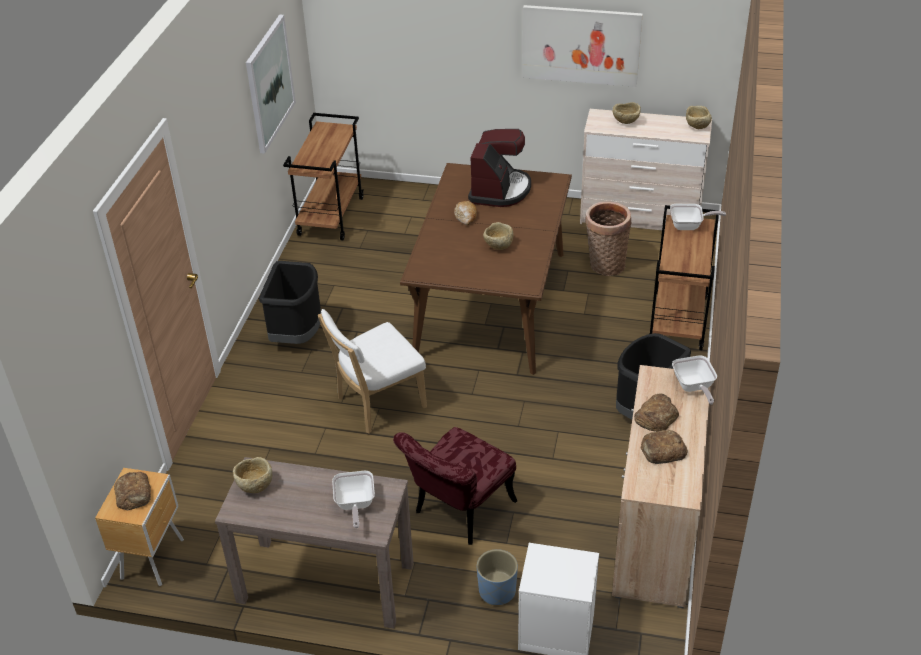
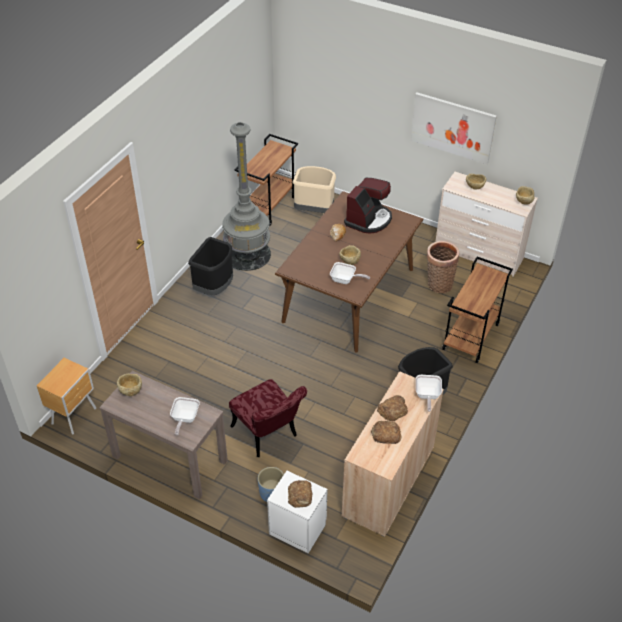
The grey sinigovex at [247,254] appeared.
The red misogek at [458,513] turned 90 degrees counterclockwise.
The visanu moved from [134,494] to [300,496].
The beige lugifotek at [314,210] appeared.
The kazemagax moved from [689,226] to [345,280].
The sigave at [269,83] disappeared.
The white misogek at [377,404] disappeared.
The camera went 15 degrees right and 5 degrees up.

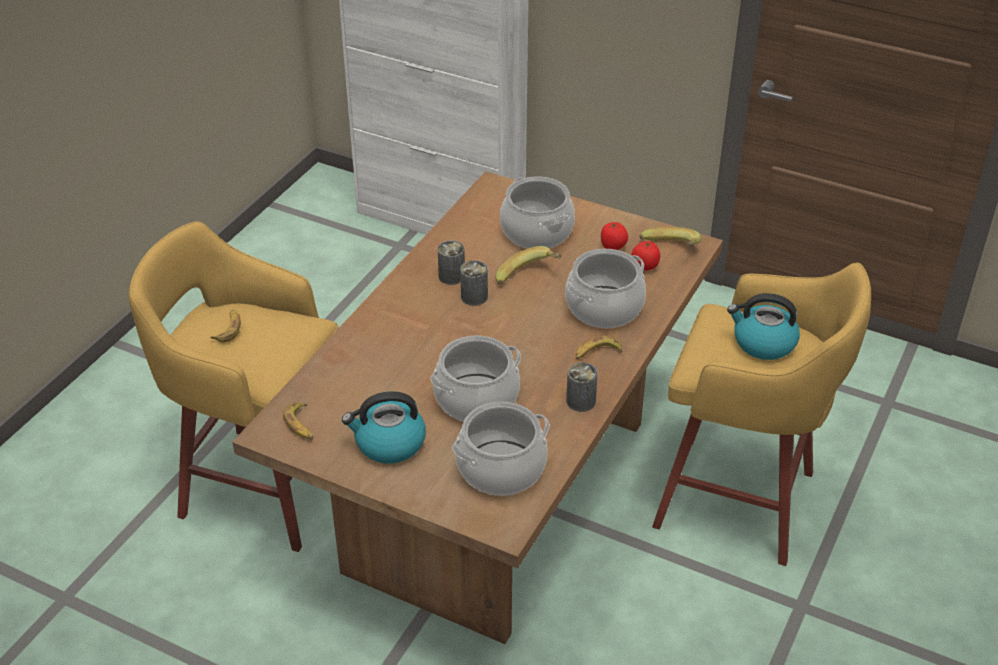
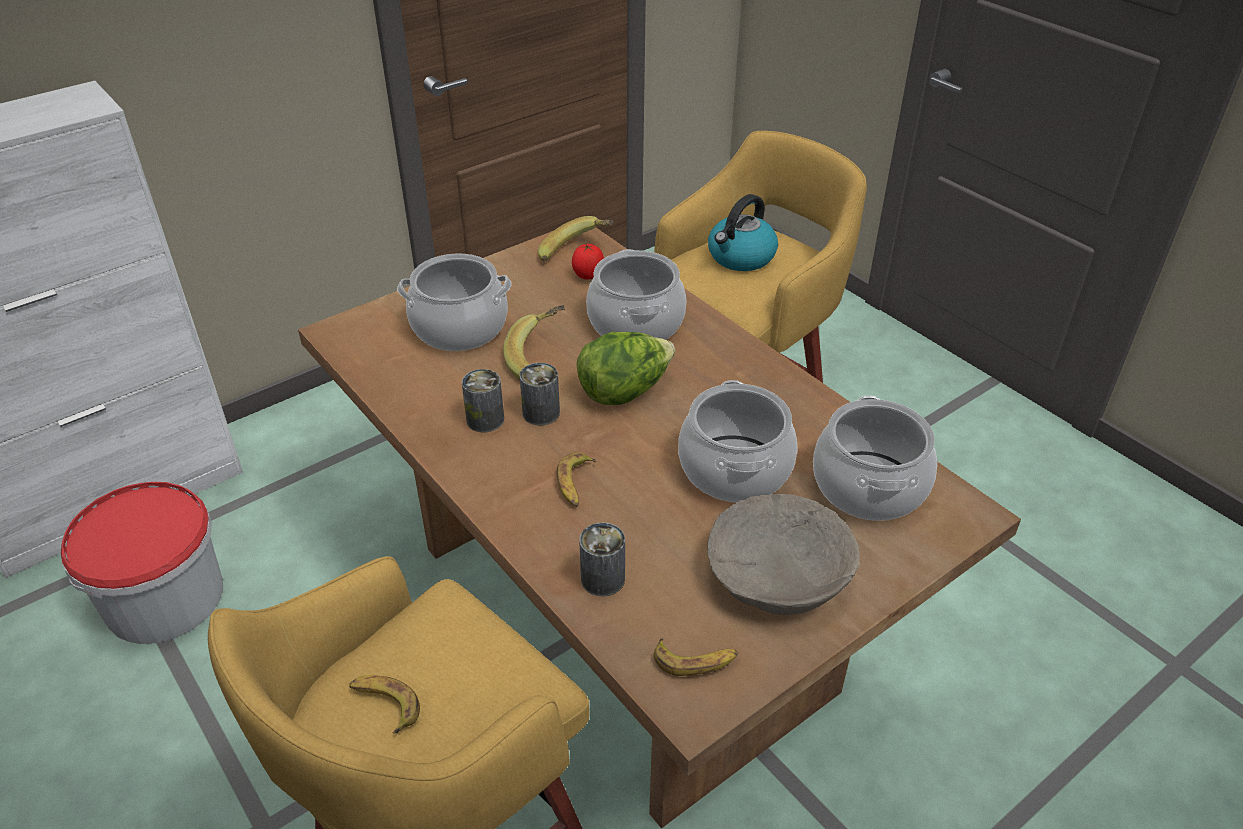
The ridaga at [165,597] appeared.
The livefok moved from [597,353] to [575,484].
The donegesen at [624,391] appeared.
The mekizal moved from [580,401] to [603,579].
The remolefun at [389,444] was replaced by the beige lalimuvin at [779,575].
The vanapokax at [613,247] disappeared.
The camera went 65 degrees left and 0 degrees up.

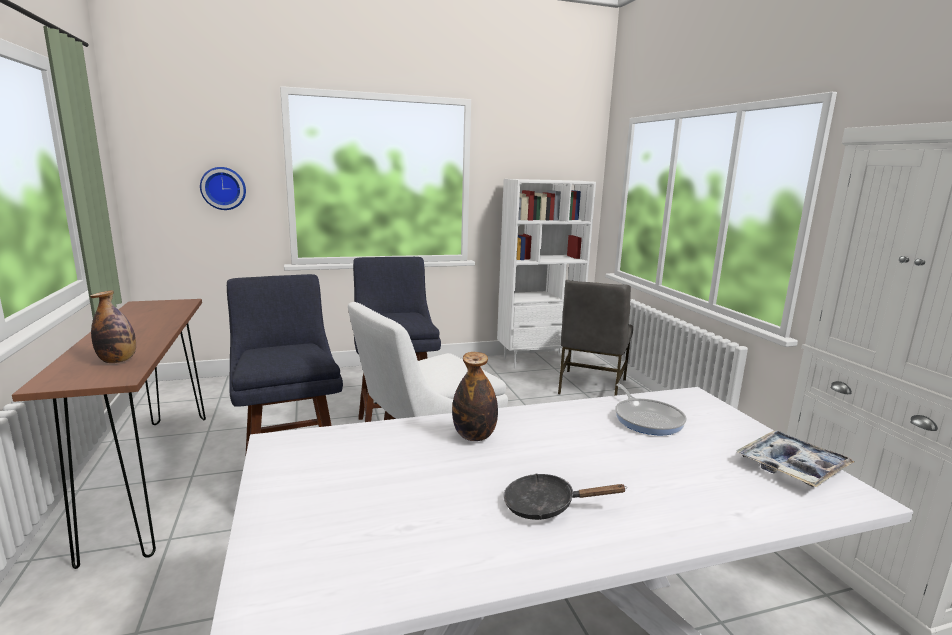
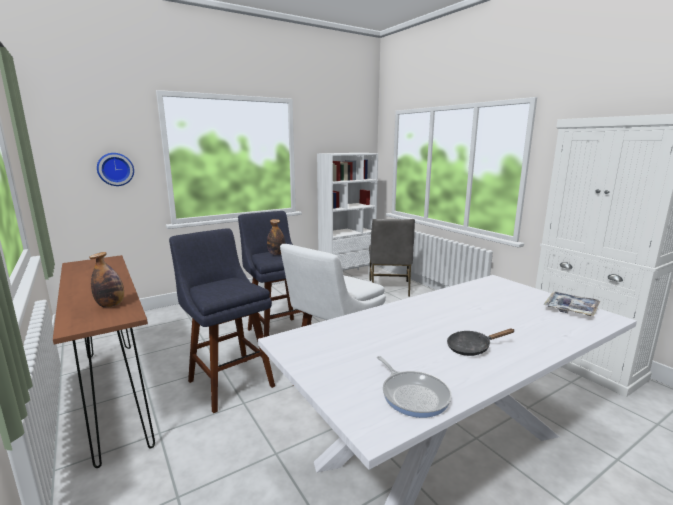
The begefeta moved from [474,436] to [276,254].
The kazemagax moved from [647,419] to [413,395].
The camera went 15 degrees left and 0 degrees up.

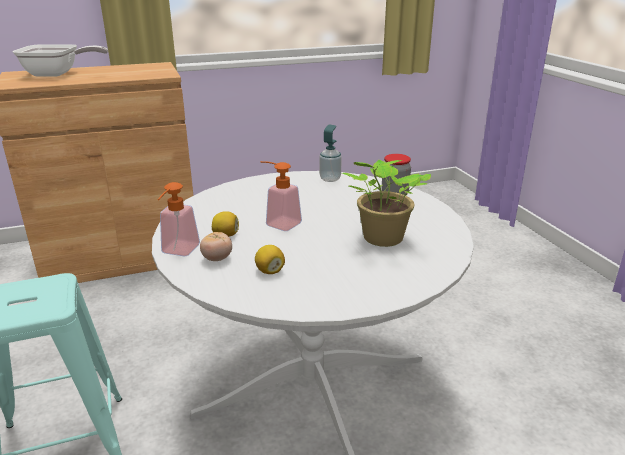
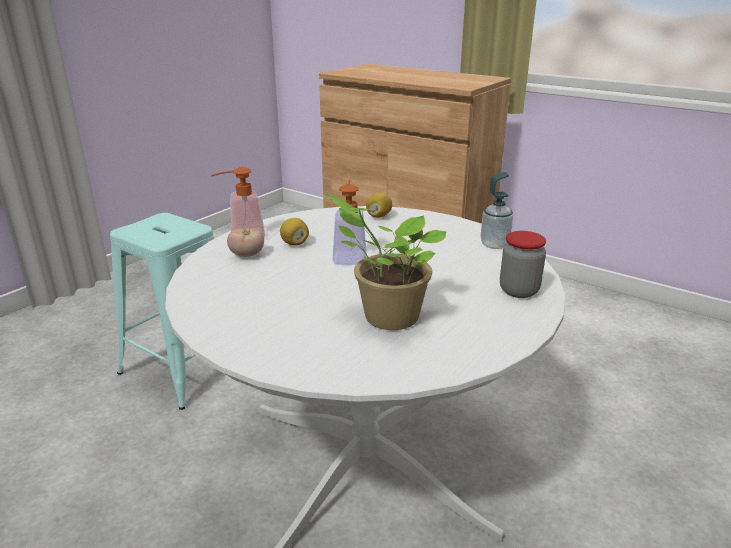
The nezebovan moved from [269,271] to [379,216].
The kazemagax at [57,74] disappeared.
The camera went 55 degrees right and 0 degrees up.

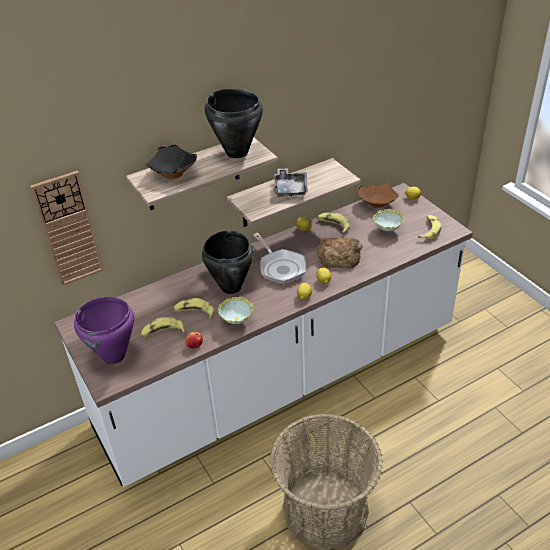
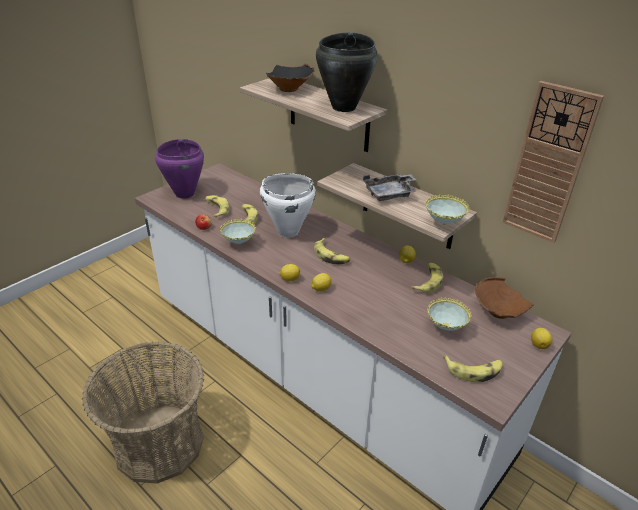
The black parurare at [230,287] became the white parurare at [287,231].
The kazemagax at [280,267] was replaced by the livefok at [331,256].
The lalimuvin at [443,225] appeared.
The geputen moved from [69,229] to [548,165].
The visanu at [339,256] disappeared.
The camera went 70 degrees right and 5 degrees down.

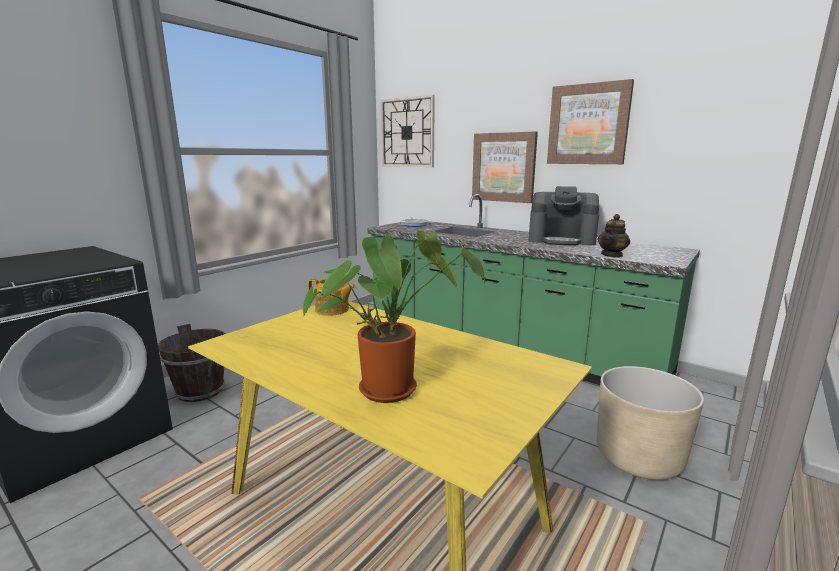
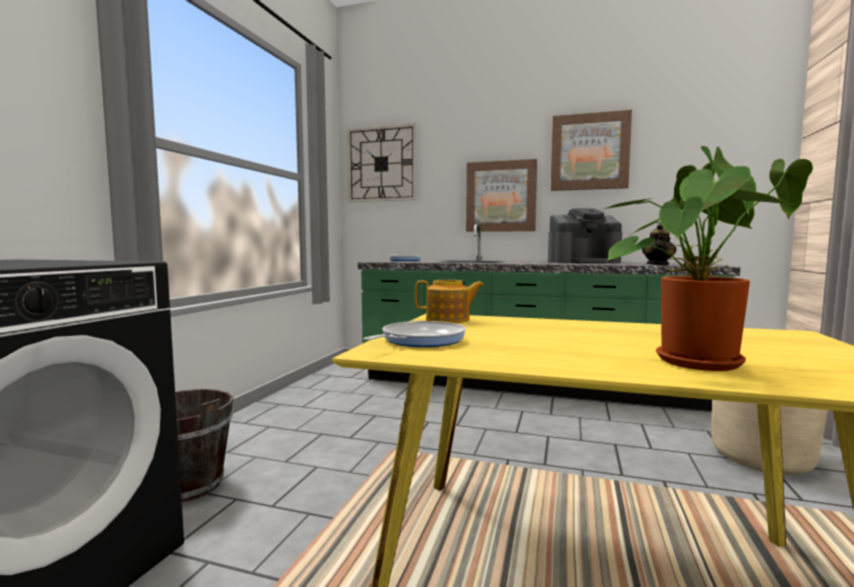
The kazemagax at [419,340] appeared.
The camera went 20 degrees left and 10 degrees down.

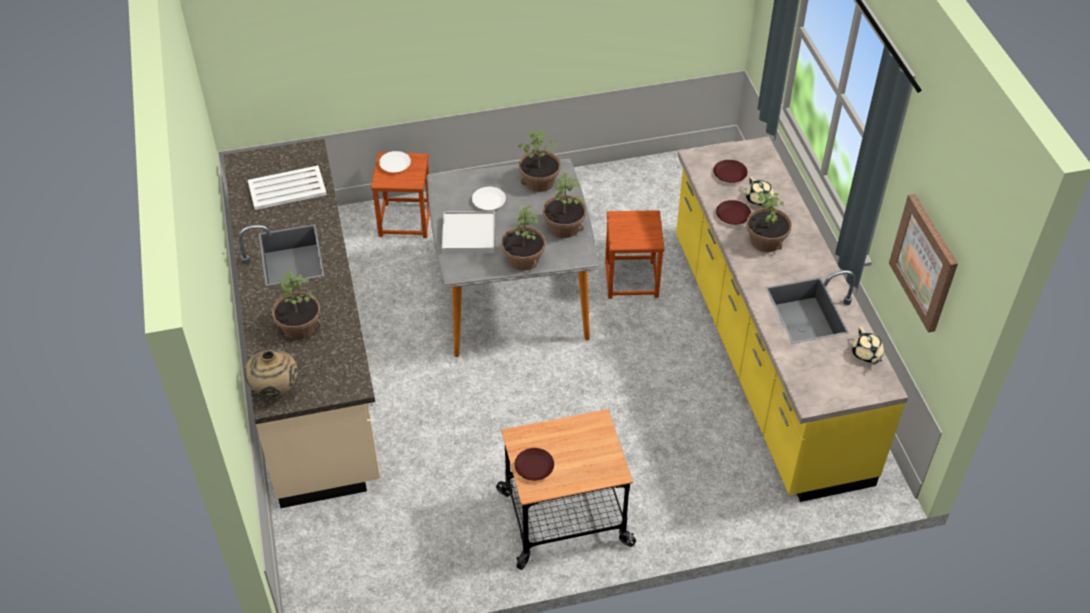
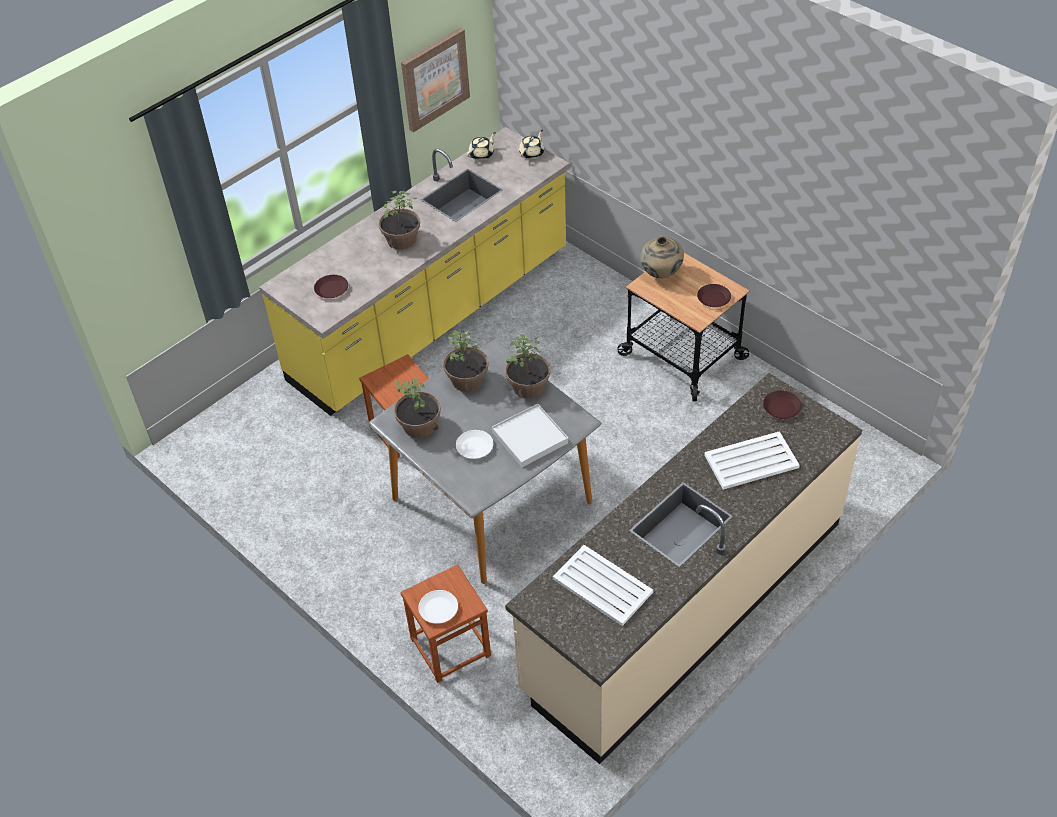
The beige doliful moved from [759,200] to [532,153].
The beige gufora moved from [275,390] to [661,275].
The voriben at [299,327] was replaced by the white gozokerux at [752,461].
The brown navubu moved from [733,215] to [781,408].
The camera went 120 degrees left and 0 degrees up.

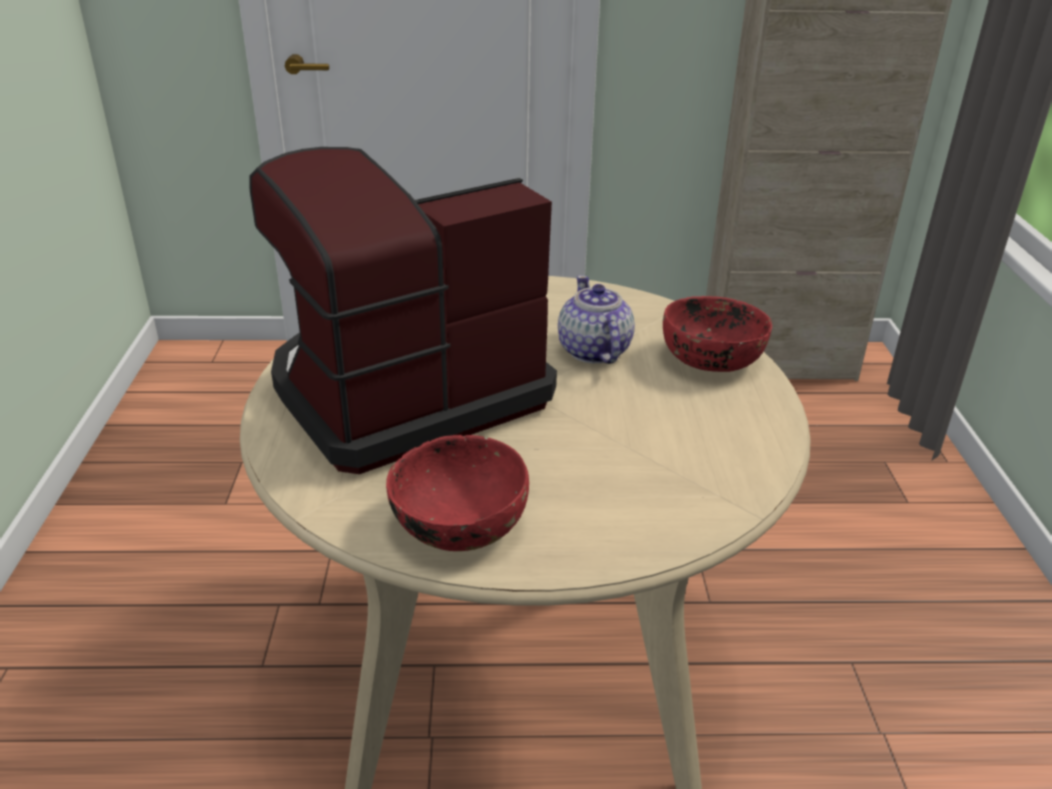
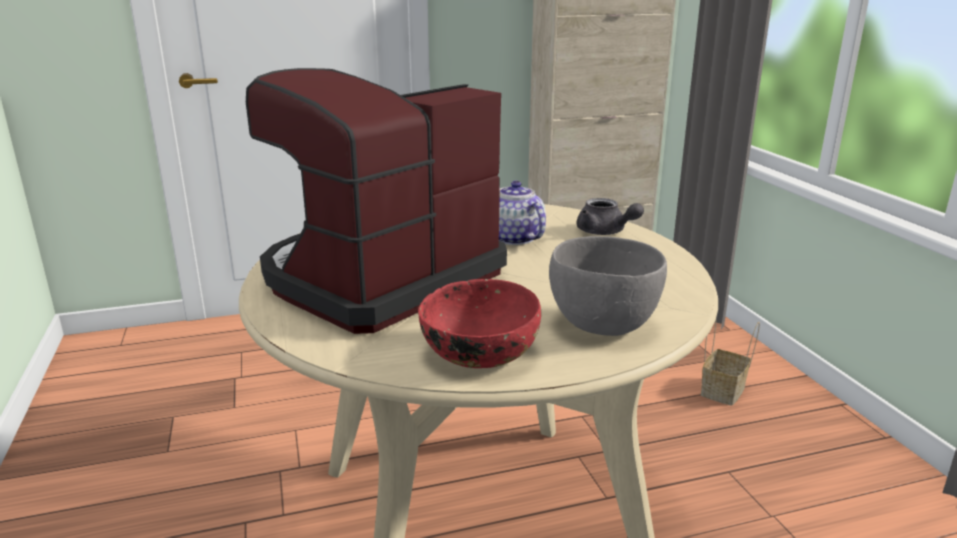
The grey lalimuvin at [601,325] appeared.
The red lalimuvin at [712,358] was replaced by the grey doliful at [605,232].
The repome at [723,392] appeared.
The camera went 15 degrees left and 10 degrees down.

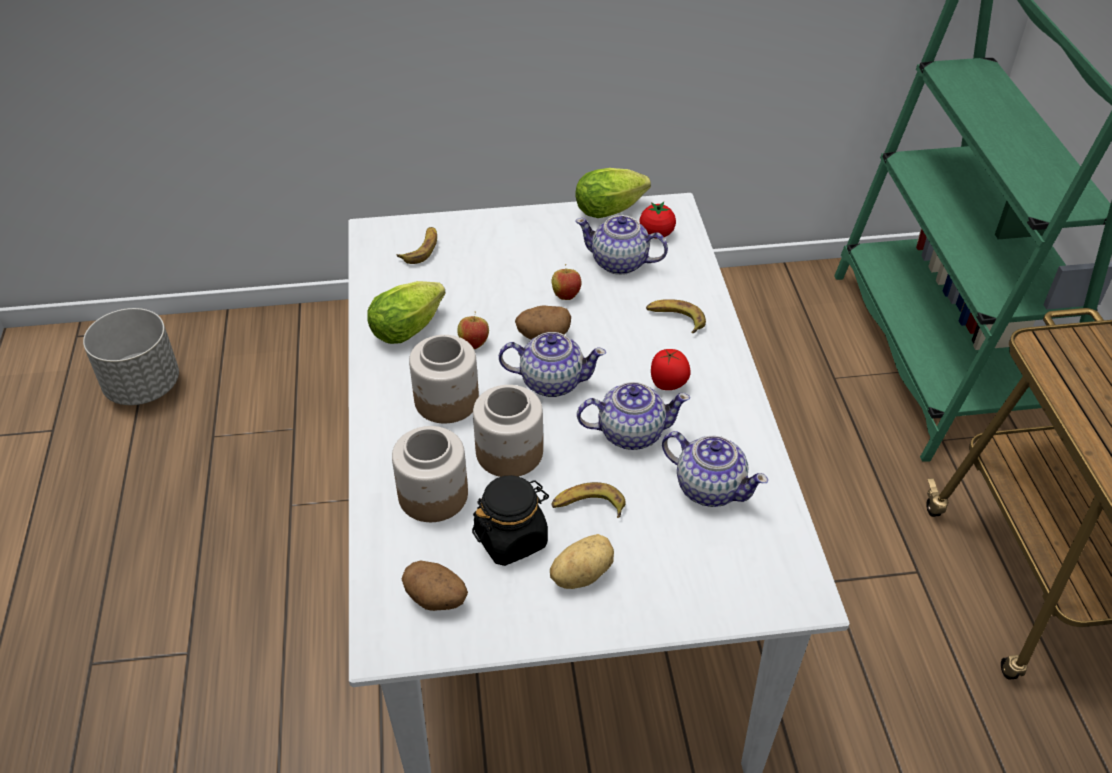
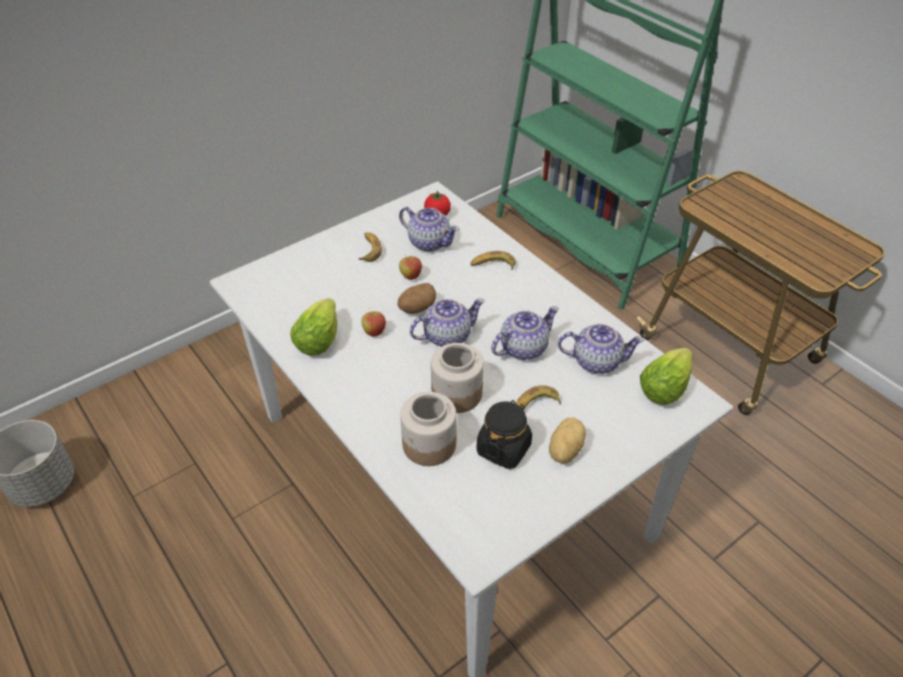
The livefok moved from [421,249] to [369,249].
The doliful at [620,263] turned 135 degrees counterclockwise.
The donegesen moved from [613,209] to [666,386].
The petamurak at [437,599] disappeared.
The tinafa at [446,401] disappeared.
The vanapokax at [668,384] disappeared.
The camera went 30 degrees left and 0 degrees up.

